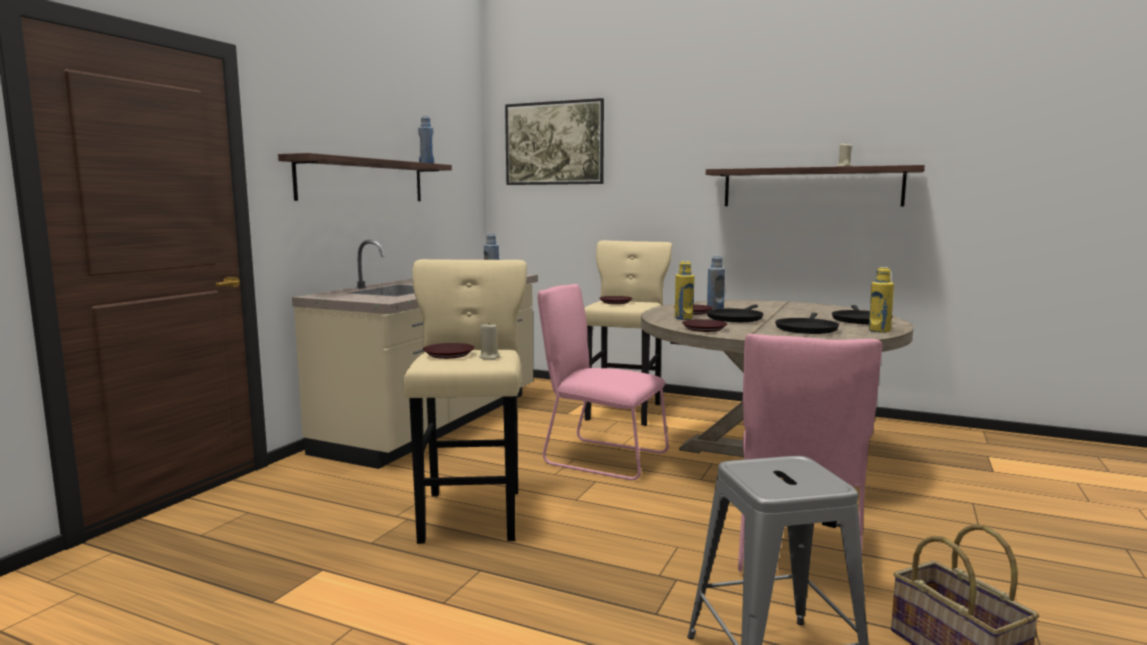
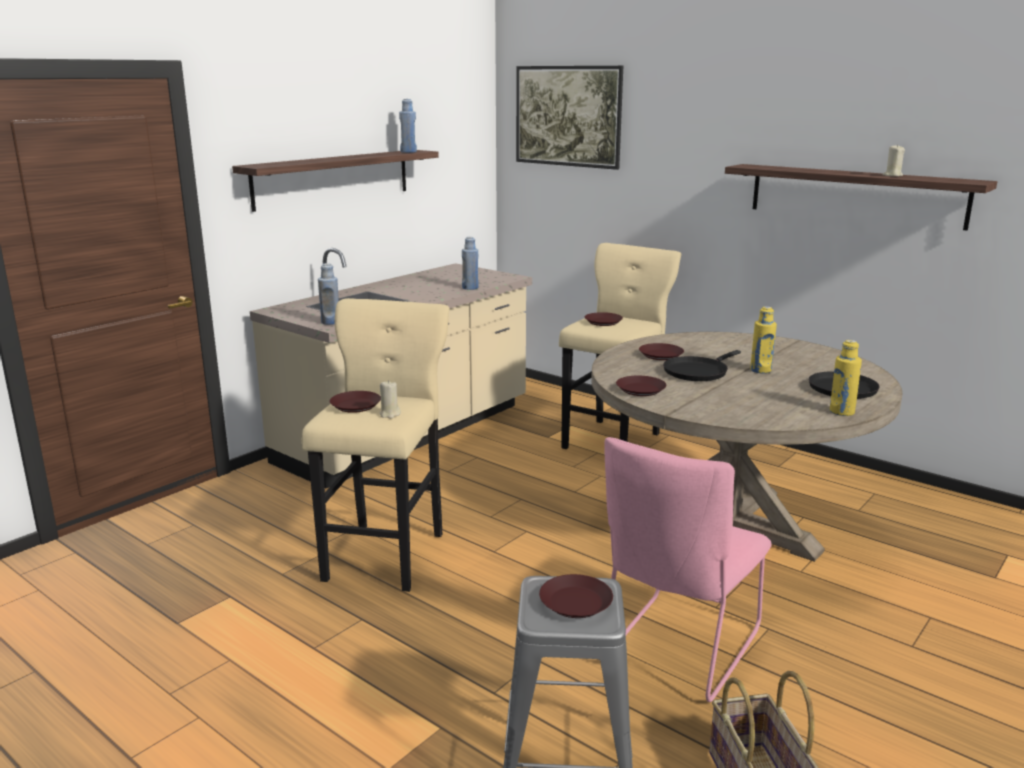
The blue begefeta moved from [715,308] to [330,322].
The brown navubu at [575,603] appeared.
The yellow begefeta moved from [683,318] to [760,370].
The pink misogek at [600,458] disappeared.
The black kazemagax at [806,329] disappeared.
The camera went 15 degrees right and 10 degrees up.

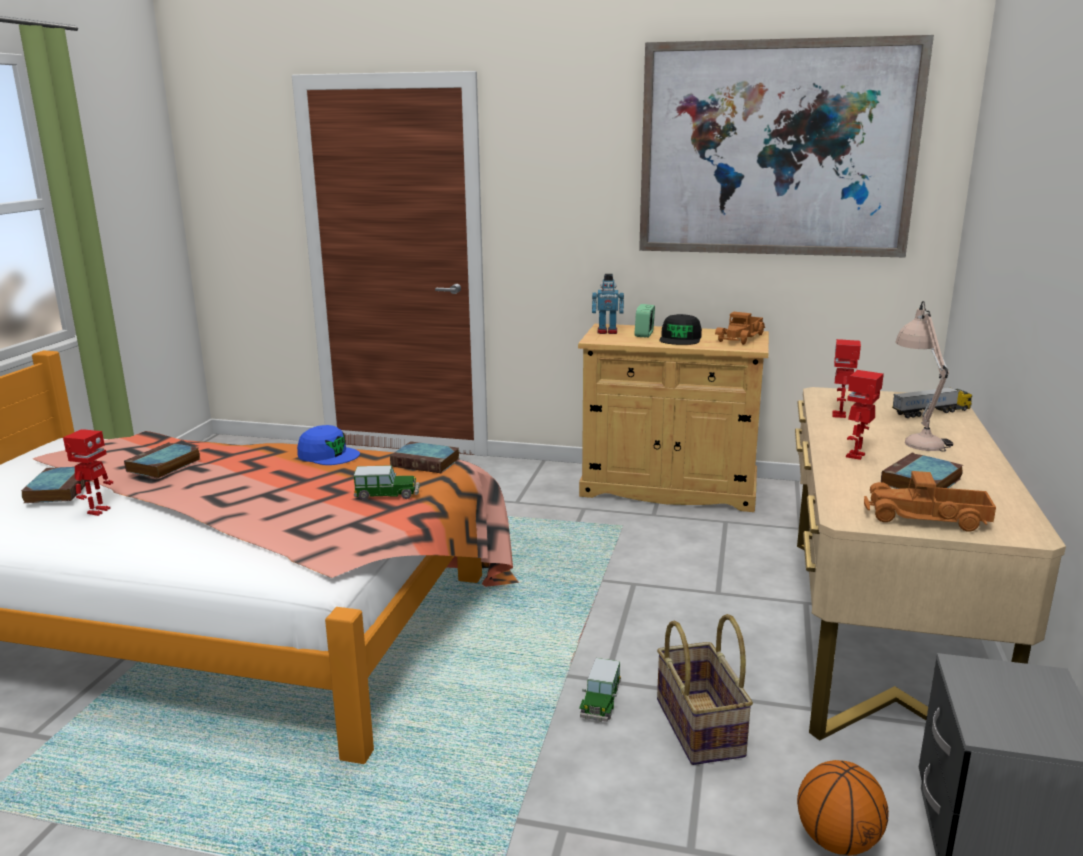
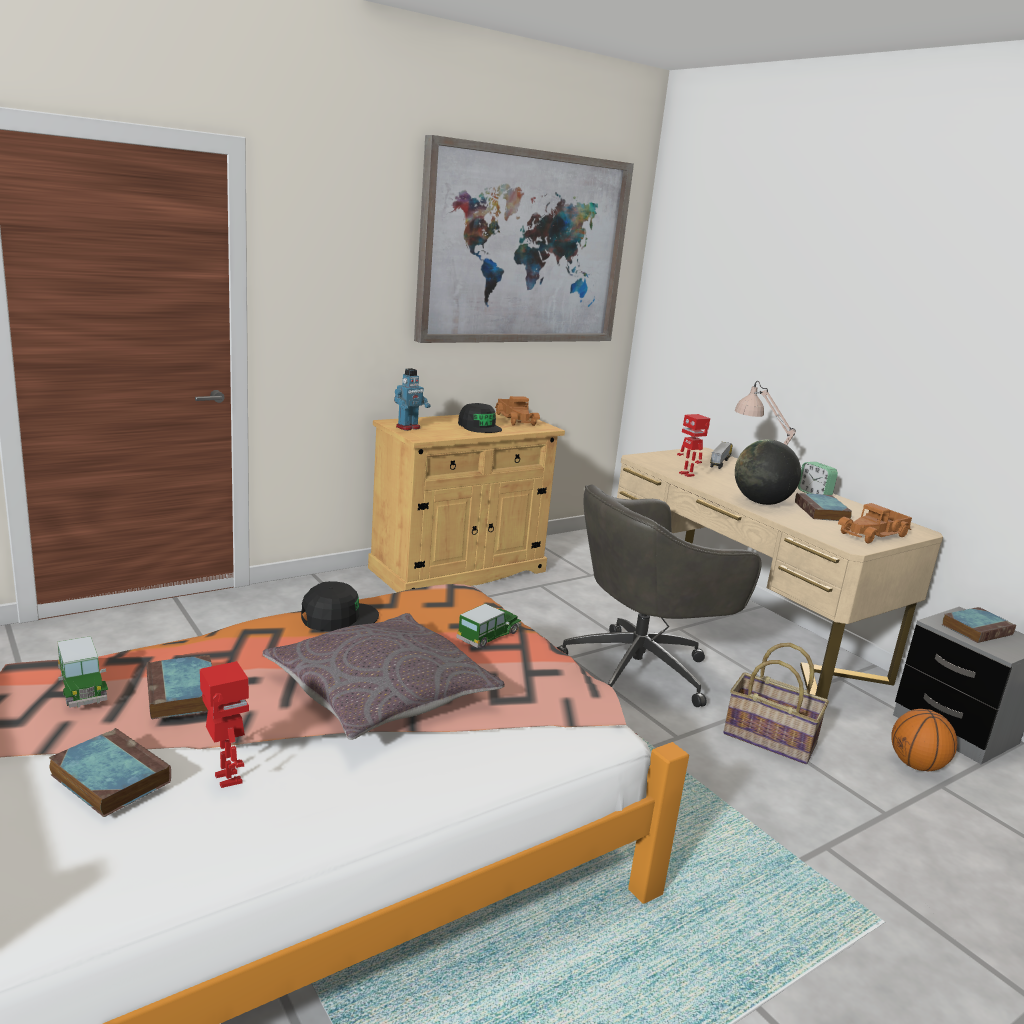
The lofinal moved from [600,702] to [82,688].
The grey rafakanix at [381,692] appeared.
The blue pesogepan at [328,455] became the black pesogepan at [338,617].
The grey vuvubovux at [640,670] appeared.
The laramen at [856,456] was replaced by the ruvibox at [761,502].
The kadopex moved from [644,334] to [814,493].
The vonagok moved from [427,462] to [977,629].
The camera went 50 degrees left and 0 degrees up.

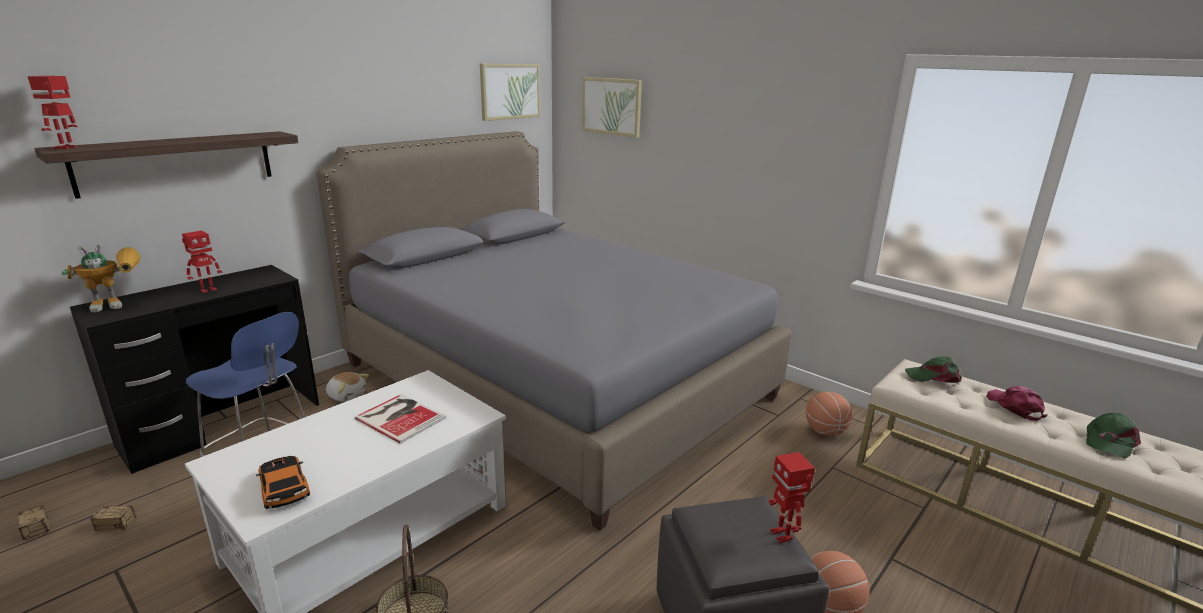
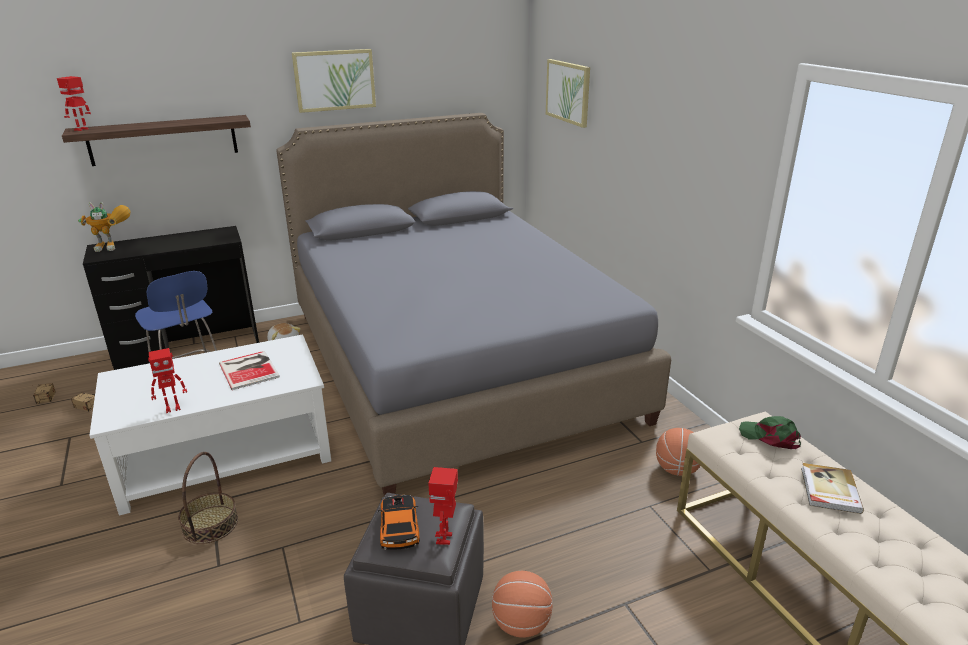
The laramen moved from [208,290] to [173,408].
The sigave moved from [510,91] to [334,80].
The lofinal moved from [283,487] to [398,527].
The pink pesogepan at [1015,407] was replaced by the vonagok at [829,490].
The green pesogepan at [1109,441] disappeared.
The camera went 25 degrees right and 5 degrees up.

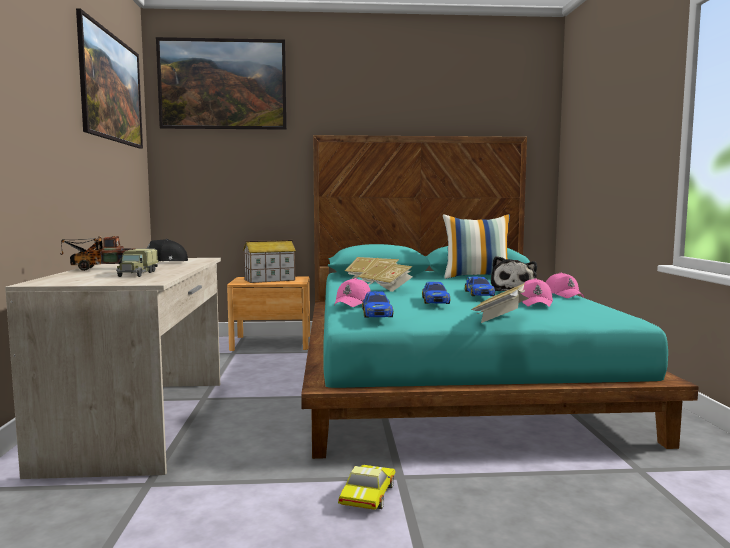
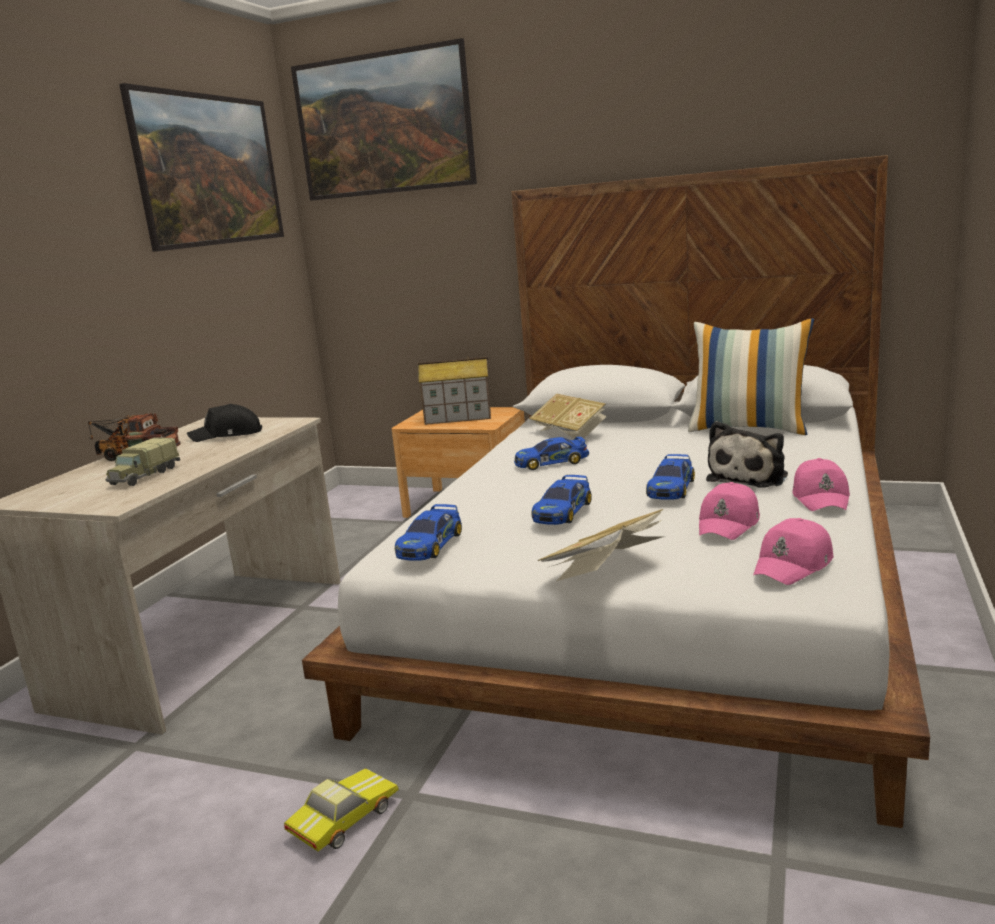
The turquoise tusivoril at [447,375] became the white tusivoril at [656,598].
The vonagok at [385,288] was replaced by the lofinal at [551,462].
The pink pesogepan moved from [353,303] to [794,565].
The camera went 25 degrees right and 10 degrees up.

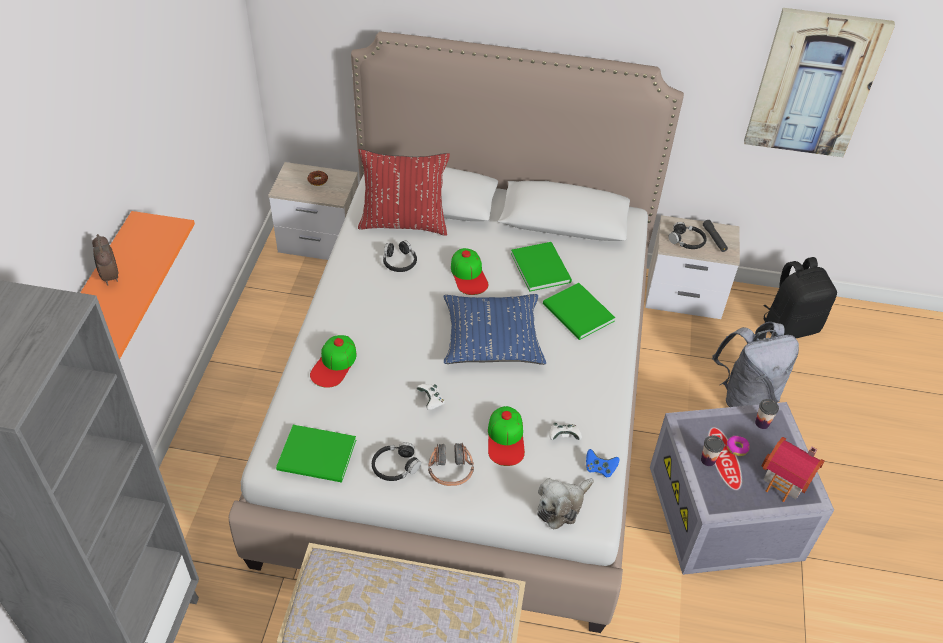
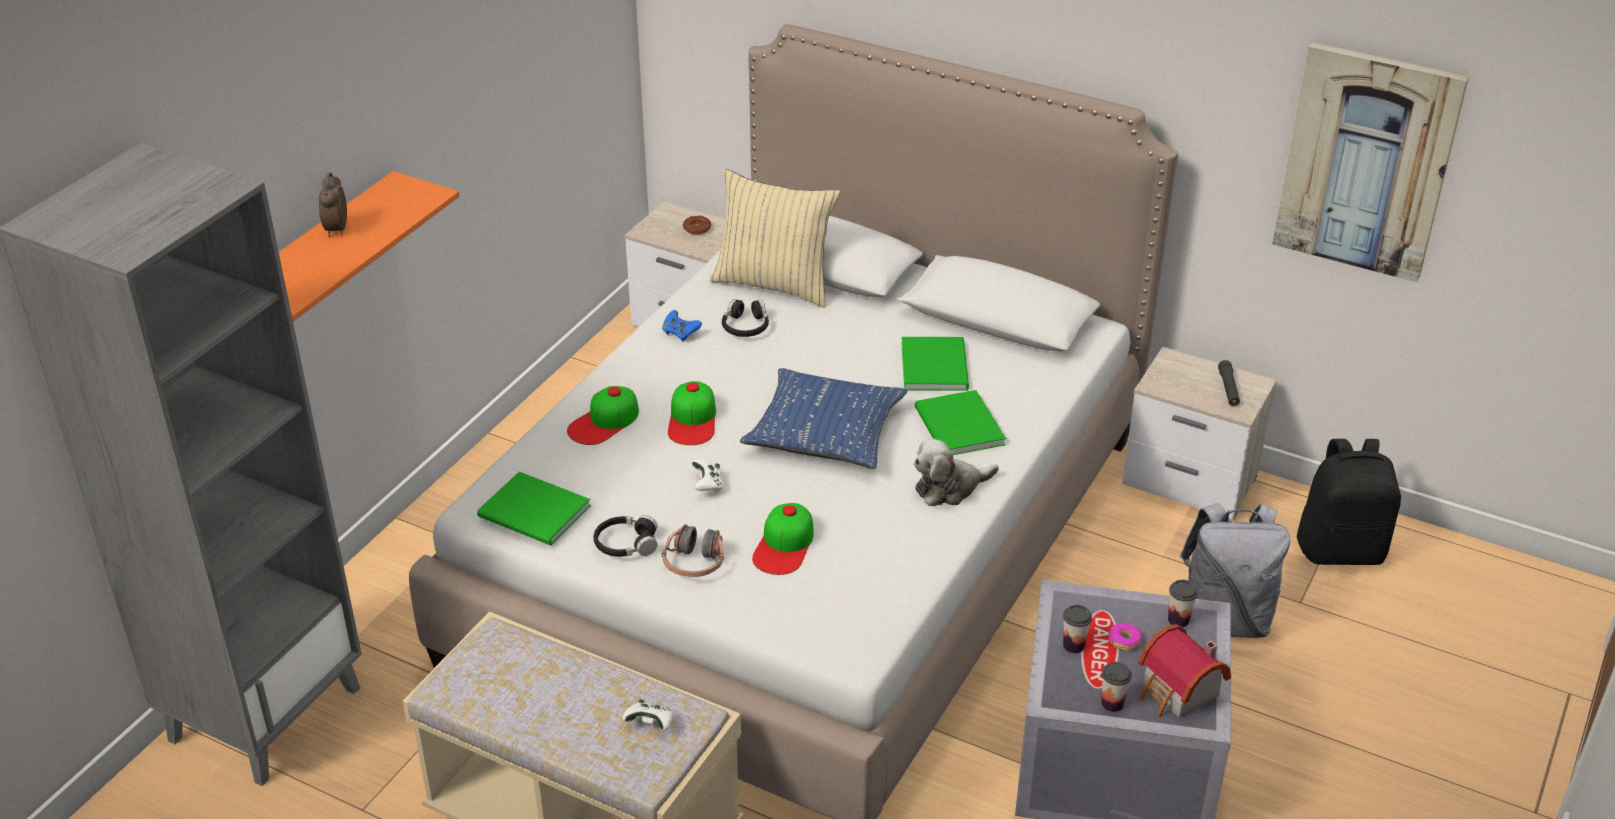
The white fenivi moved from [564,437] to [650,724].
The blue fenivi moved from [599,468] to [680,333].
The pesogepan moved from [469,275] to [692,419].
The red rafakanix at [404,222] became the beige rafakanix at [774,284].
The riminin moved from [562,506] to [949,487].
The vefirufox at [1112,703] appeared.
The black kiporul at [687,241] disappeared.
The camera went 20 degrees right and 10 degrees down.

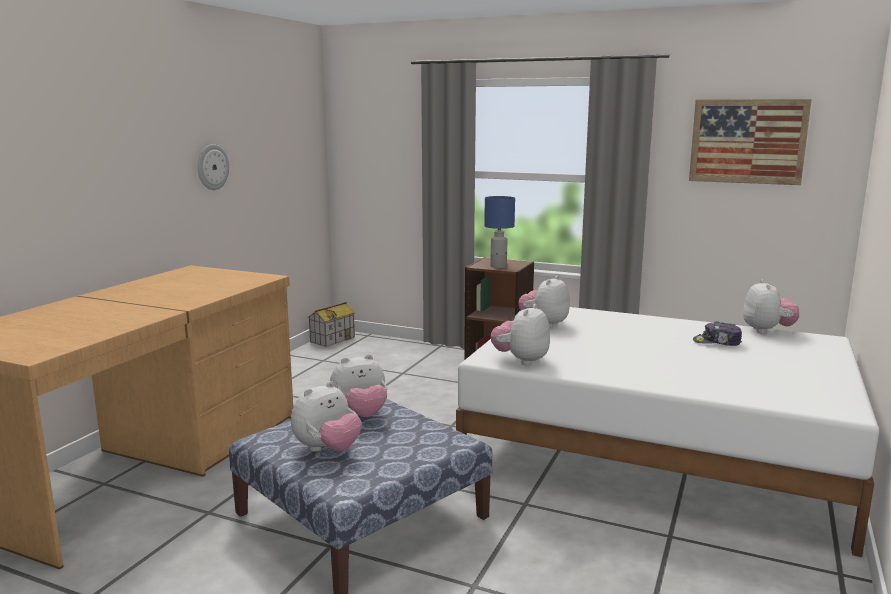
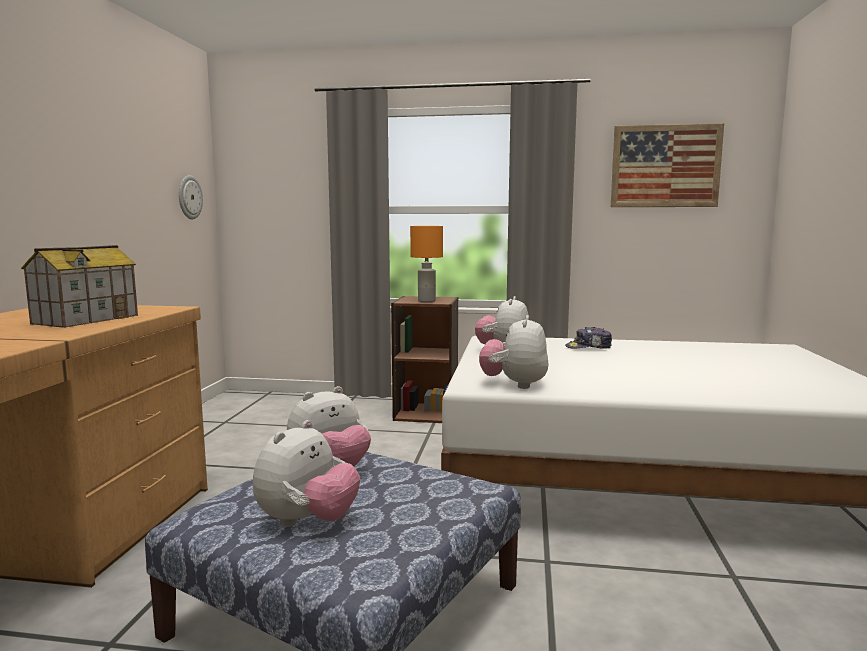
The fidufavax moved from [332,339] to [86,319].
The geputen moved from [212,167] to [189,197].
The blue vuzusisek at [498,266] became the orange vuzusisek at [426,301].
The pesogepan moved from [717,342] to [589,347].
The riminin at [767,331] disappeared.
The camera went 15 degrees left and 5 degrees down.

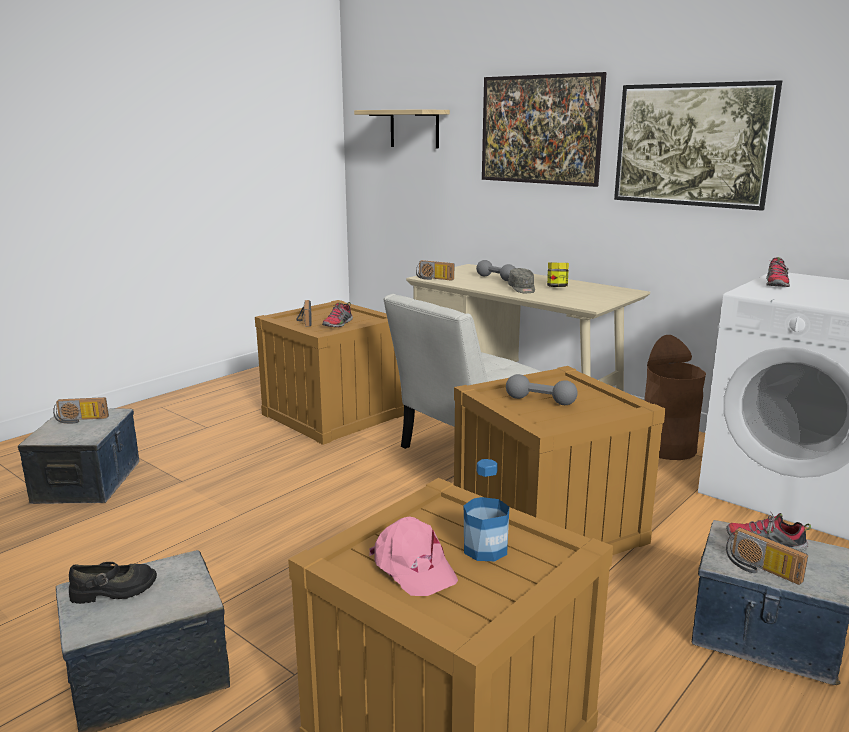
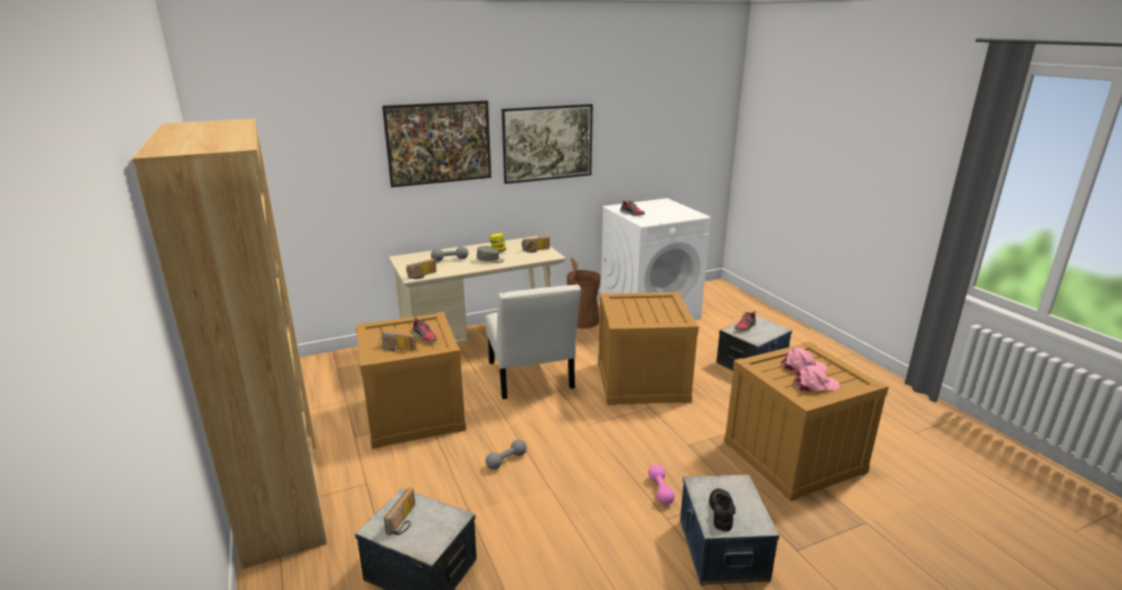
The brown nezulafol at [283,496] appeared.
The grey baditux moved from [540,401] to [506,460].
The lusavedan moved from [760,570] to [536,250].
The pink baditux at [660,491] appeared.
The begefeta at [485,549] was replaced by the pink pesogepan at [802,367].
The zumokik at [414,129] disappeared.
The camera went 65 degrees left and 5 degrees up.

